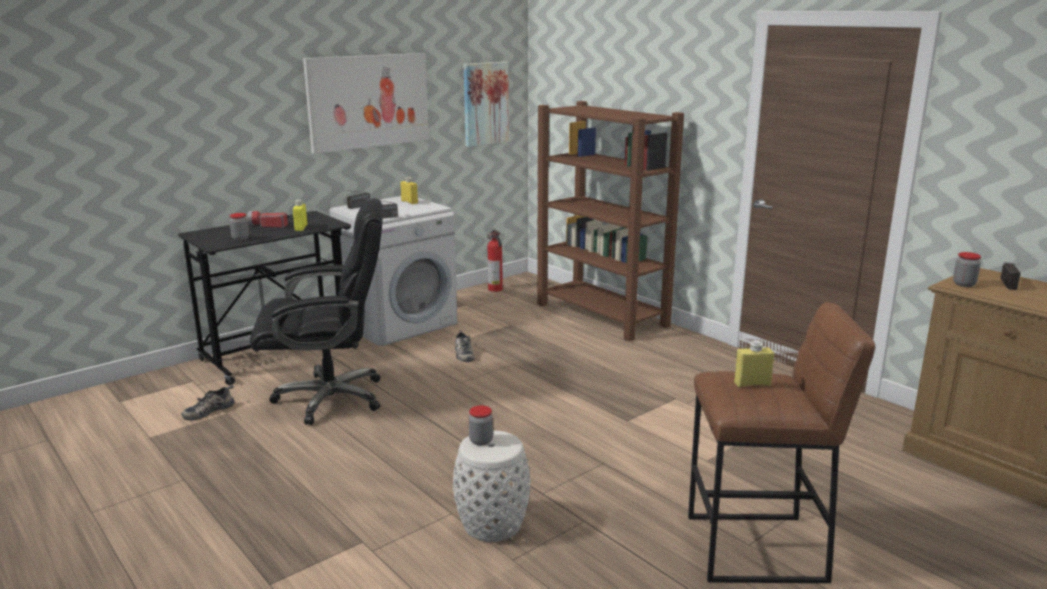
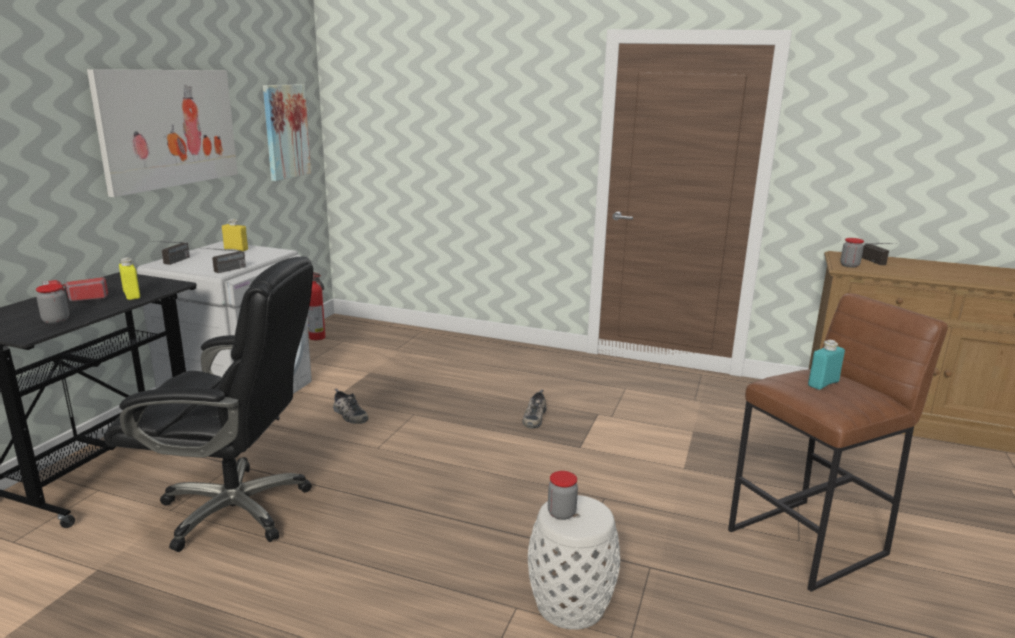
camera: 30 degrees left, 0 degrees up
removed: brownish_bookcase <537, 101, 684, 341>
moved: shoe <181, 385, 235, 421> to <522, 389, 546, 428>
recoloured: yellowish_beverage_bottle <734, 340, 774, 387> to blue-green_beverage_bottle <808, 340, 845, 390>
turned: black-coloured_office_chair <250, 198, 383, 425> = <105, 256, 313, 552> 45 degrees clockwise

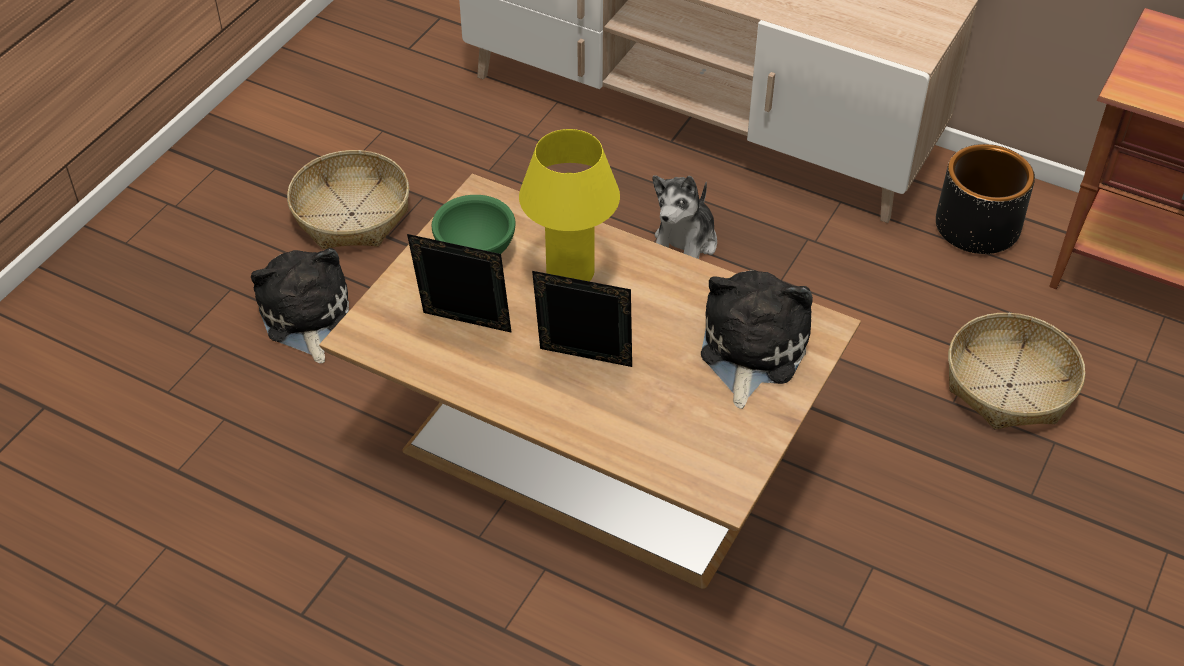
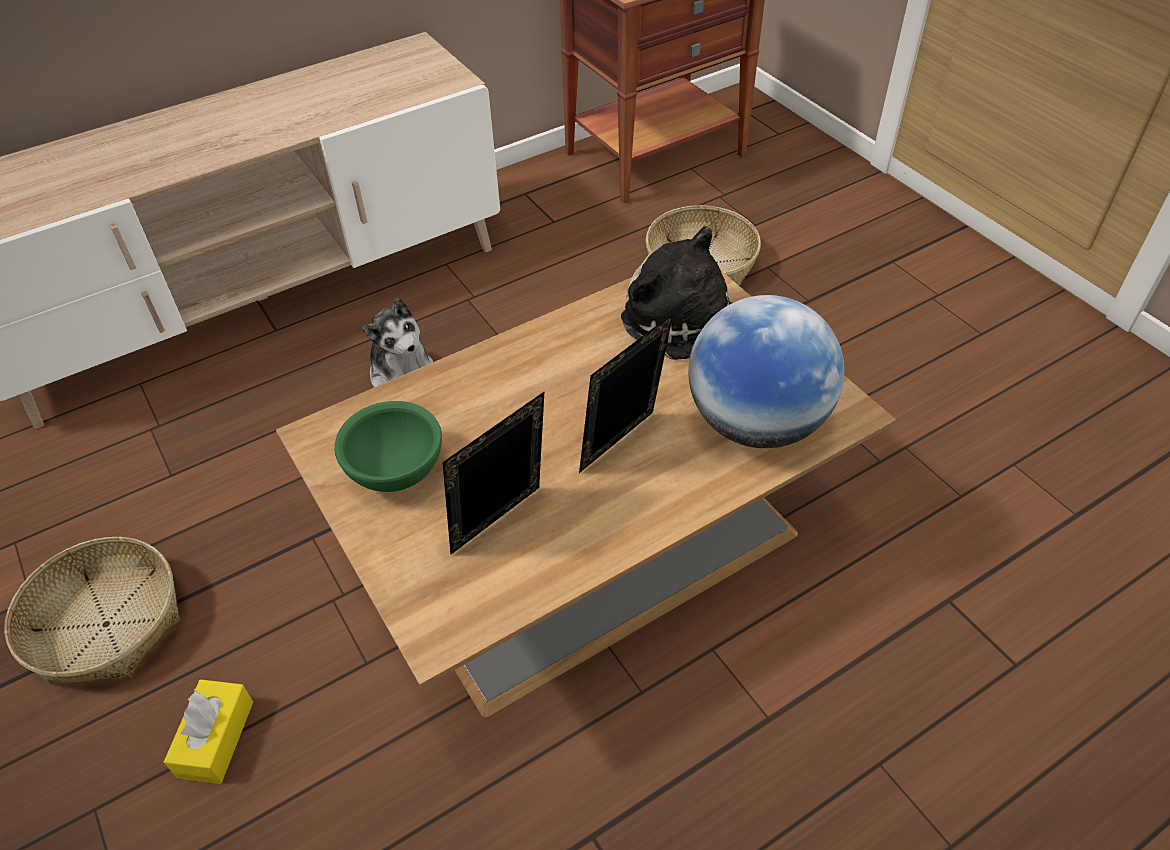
camera: 60 degrees left, 0 degrees up
removed: yellowish_tabletop_lamp <519, 129, 620, 282>; black-coloured_flower_pot <936, 144, 1035, 254>
added: world_globe <689, 295, 844, 448>
replaced: cuddly_toy <251, 248, 349, 363> to yellowish_box_of_tissues <164, 679, 253, 784>

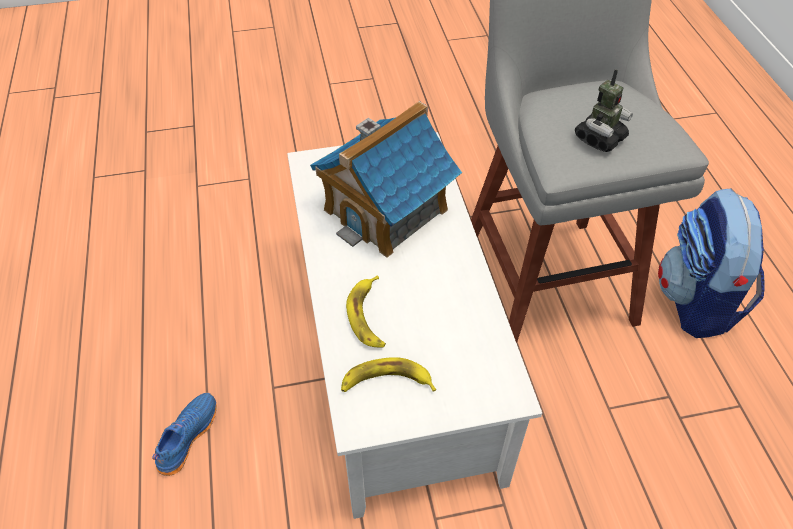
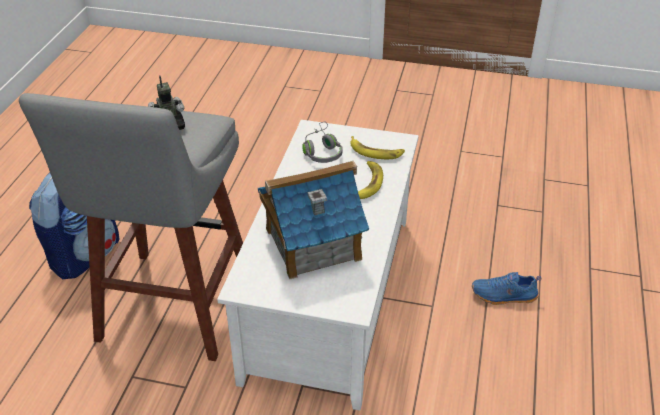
camera: 155 degrees left, 10 degrees down
added: grey_headphones <302, 121, 342, 163>
turned: blue_shoe <152, 393, 217, 476> = <472, 272, 542, 305> 45 degrees clockwise

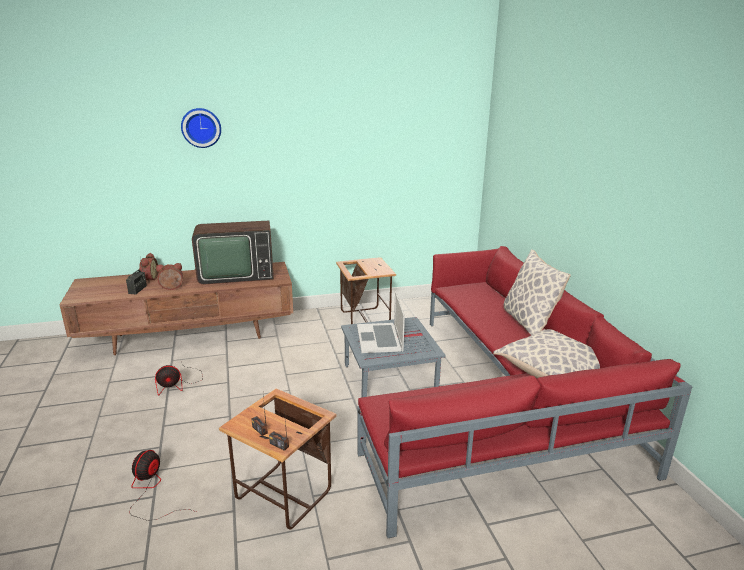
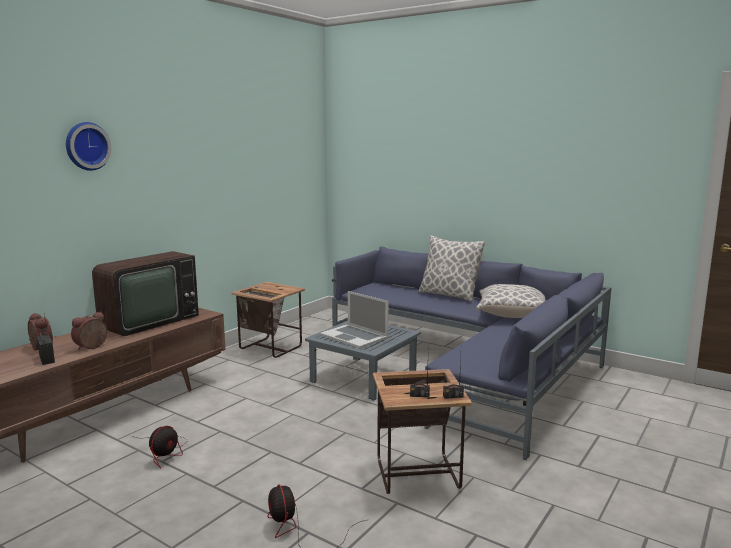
camera: 40 degrees left, 10 degrees down
recoloured: reddish_sofa <341, 246, 693, 538> to blue_sofa <305, 246, 612, 460>

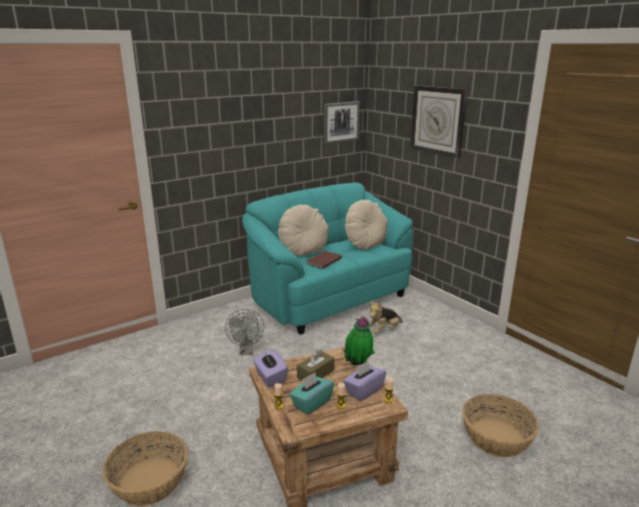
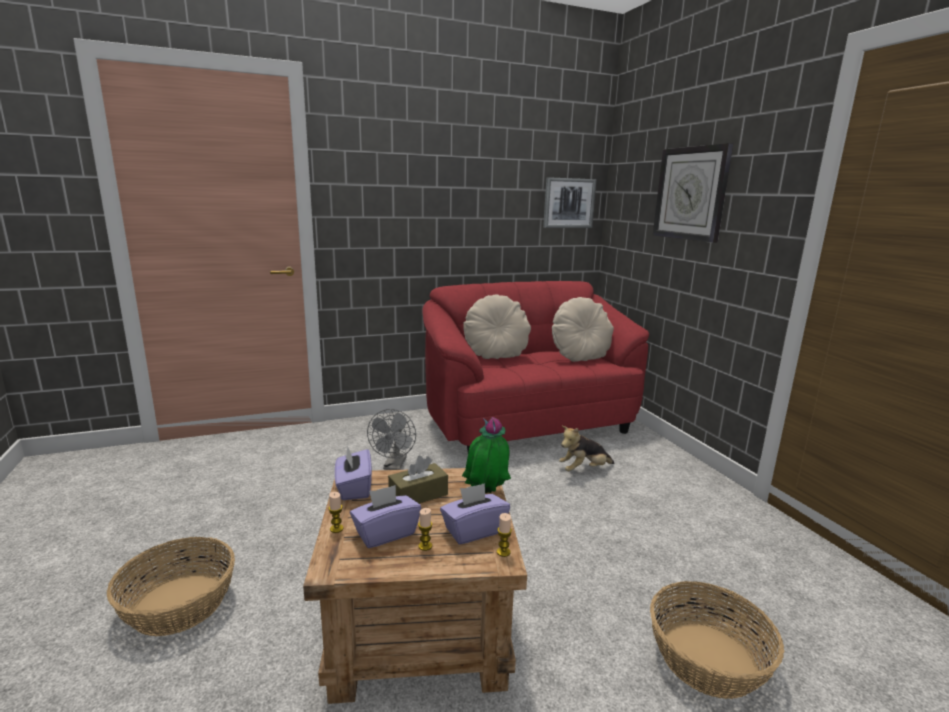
camera: 15 degrees right, 5 degrees down
removed: brownish_bound_book <306, 251, 342, 269>
recoloured: blue-green_sofa <242, 183, 413, 334> to reddish_sofa <422, 281, 649, 452>; blue-green_box_of_tissues <289, 372, 334, 415> to purple-coloured_box_of_tissues <350, 485, 421, 548>

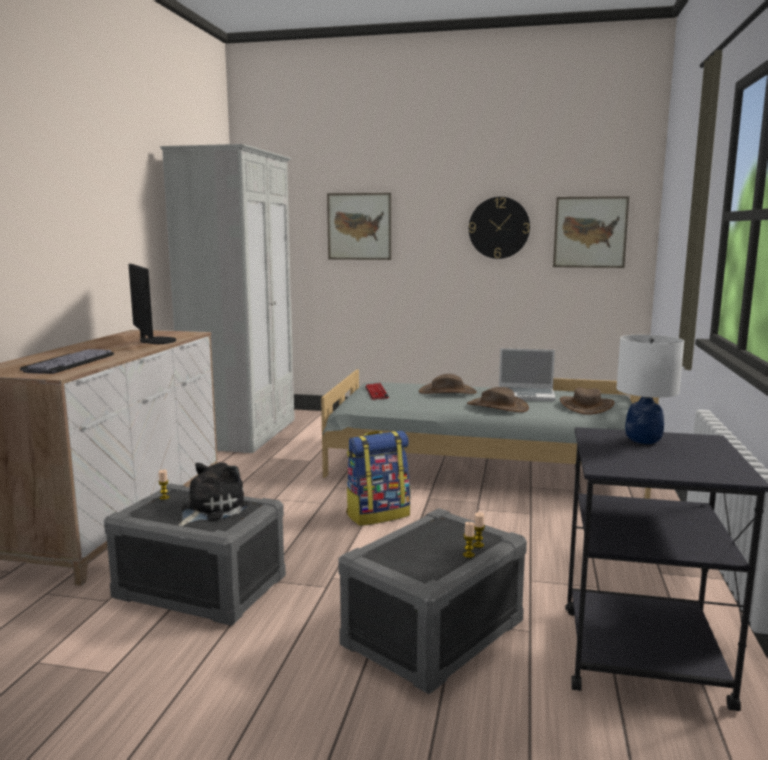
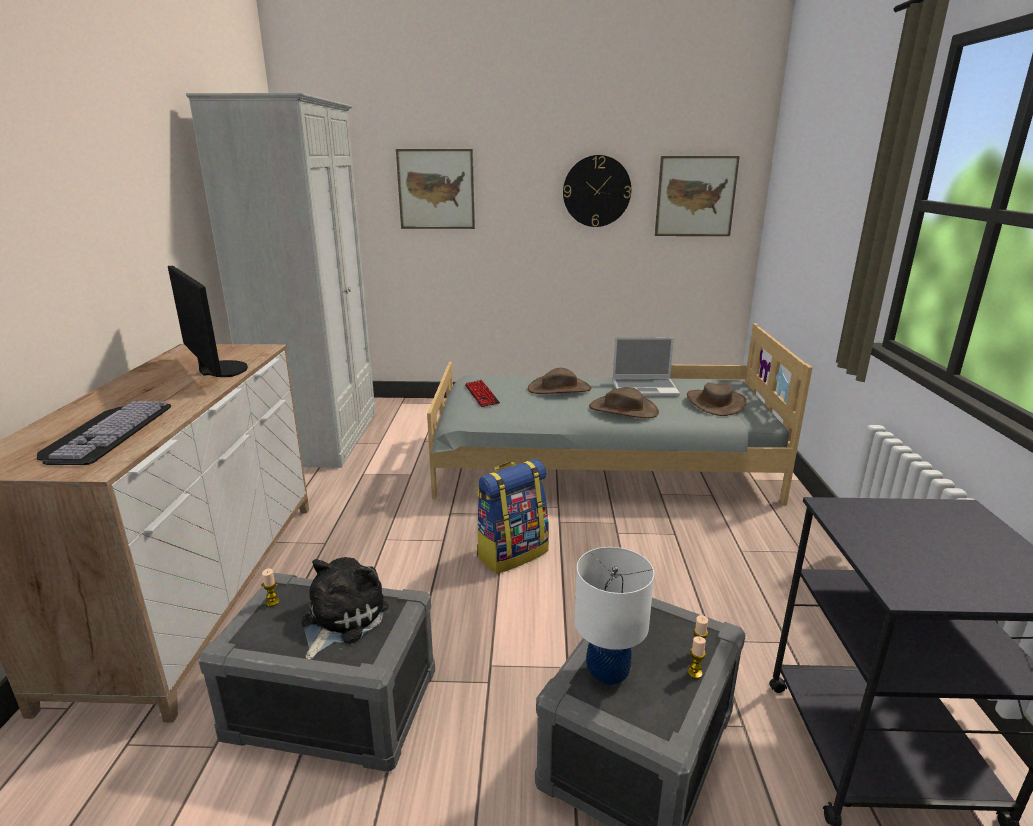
camera: 10 degrees left, 10 degrees up
moved: white_tabletop_lamp <617, 335, 684, 444> to <574, 547, 654, 685>

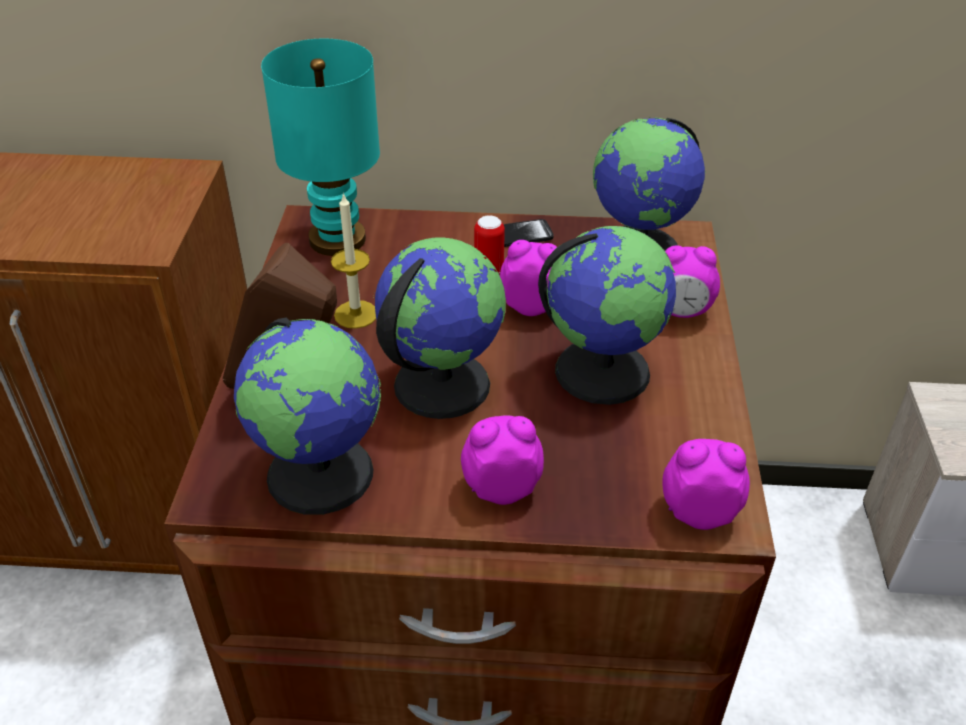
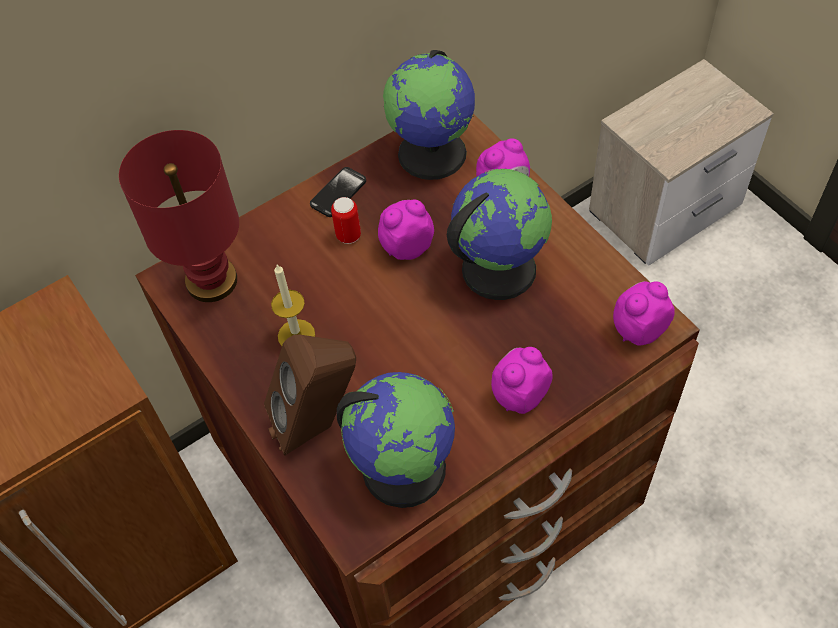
camera: 35 degrees left, 15 degrees up
removed: world_globe <375, 237, 506, 419>
recoloured: blue-green_tabletop_lamp <261, 39, 380, 256> to reddish_tabletop_lamp <119, 130, 239, 302>

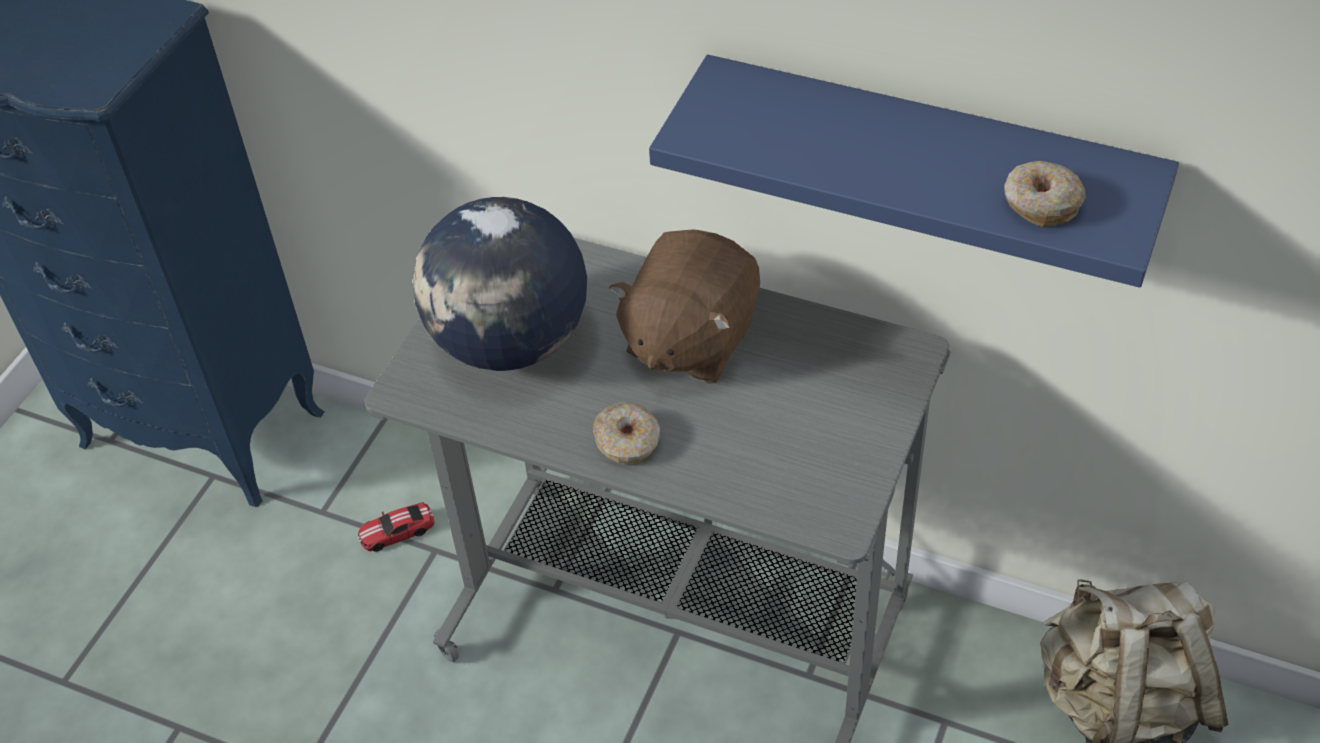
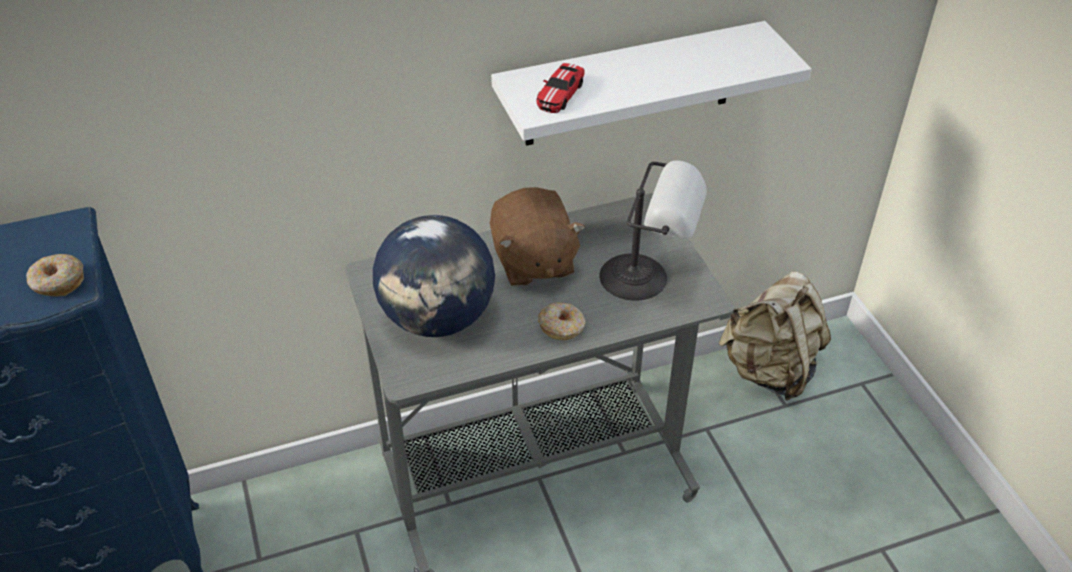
camera: 45 degrees left, 5 degrees down
added: tabletop_lamp <599, 161, 707, 301>
moved: miniature_car <358, 502, 434, 552> to <537, 63, 585, 113>; donut <1004, 161, 1086, 227> to <26, 254, 84, 297>
recoloured: blue_wall_shelf <649, 55, 1179, 287> to white_wall_shelf <491, 21, 811, 146>

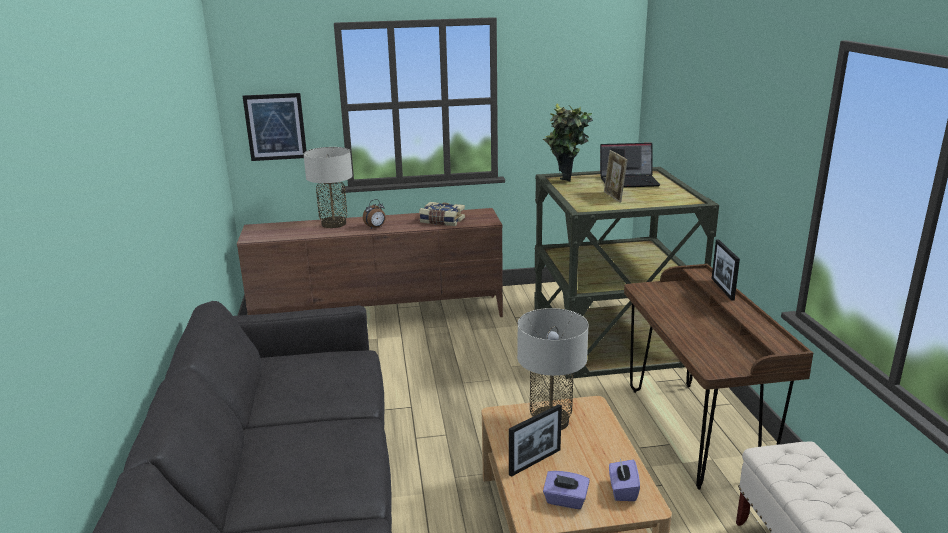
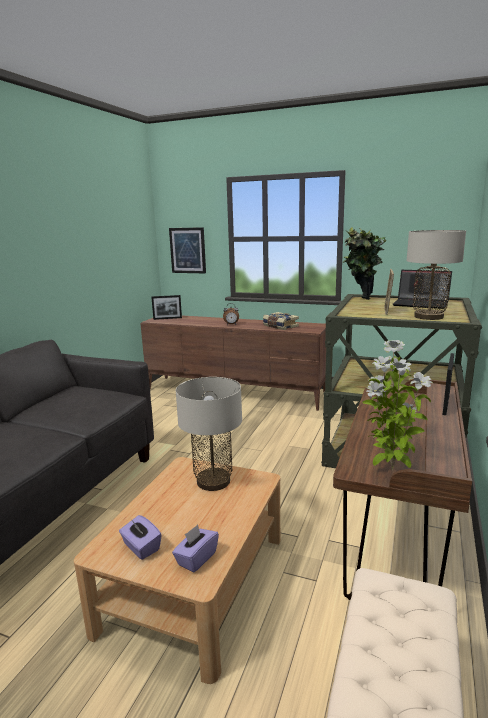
camera: 30 degrees right, 5 degrees down
added: potted_plant <362, 340, 433, 470>
moved: tabletop_lamp <303, 147, 353, 228> to <406, 230, 466, 320>; standing_frame <509, 404, 562, 477> to <151, 295, 182, 320>

